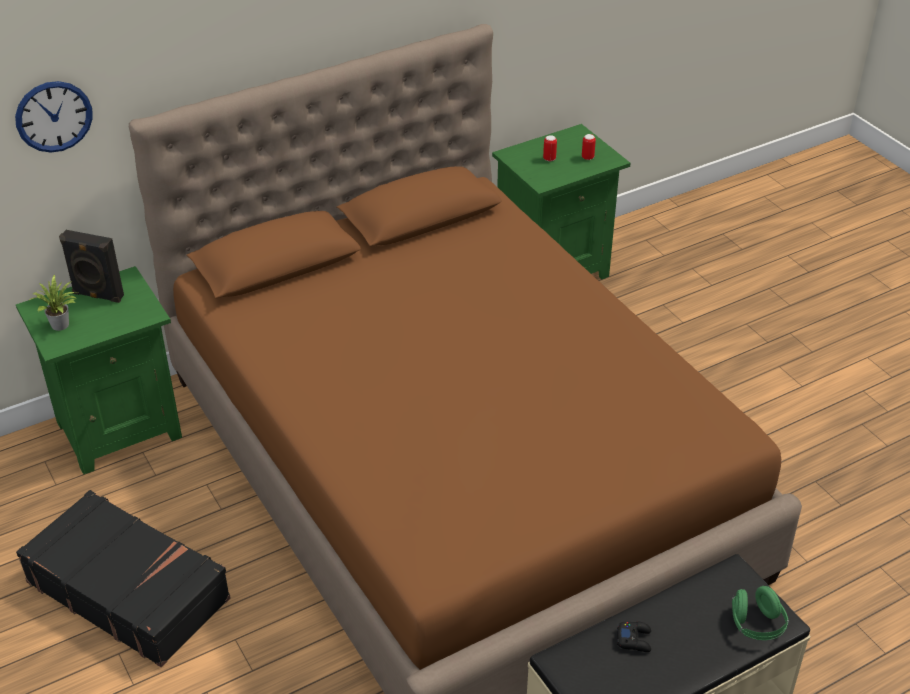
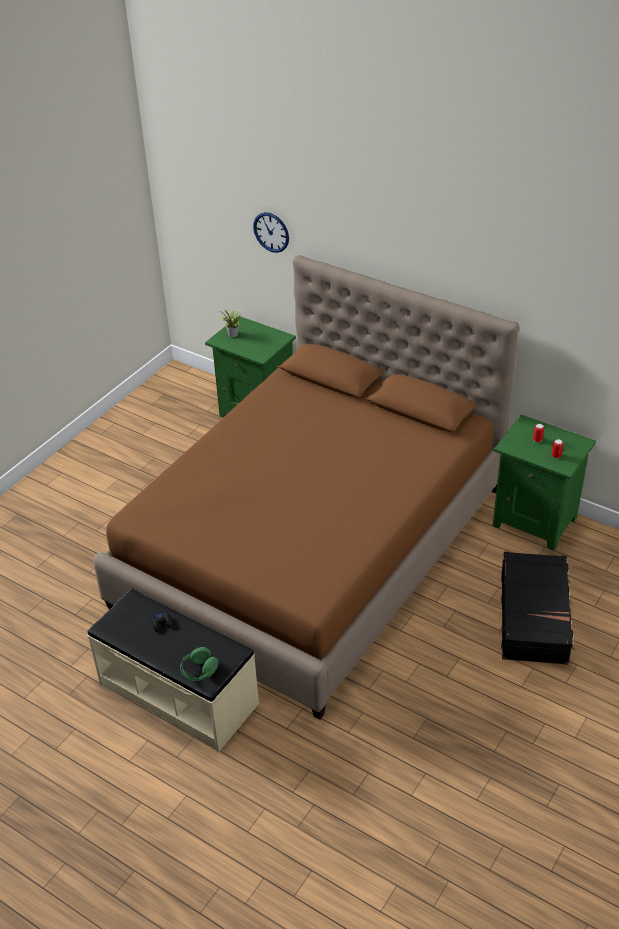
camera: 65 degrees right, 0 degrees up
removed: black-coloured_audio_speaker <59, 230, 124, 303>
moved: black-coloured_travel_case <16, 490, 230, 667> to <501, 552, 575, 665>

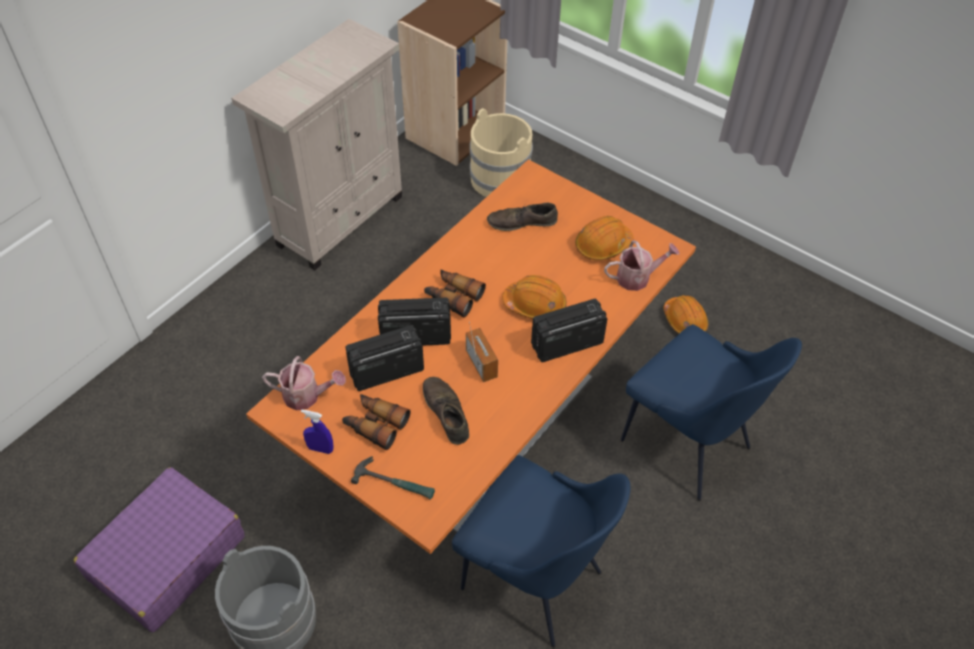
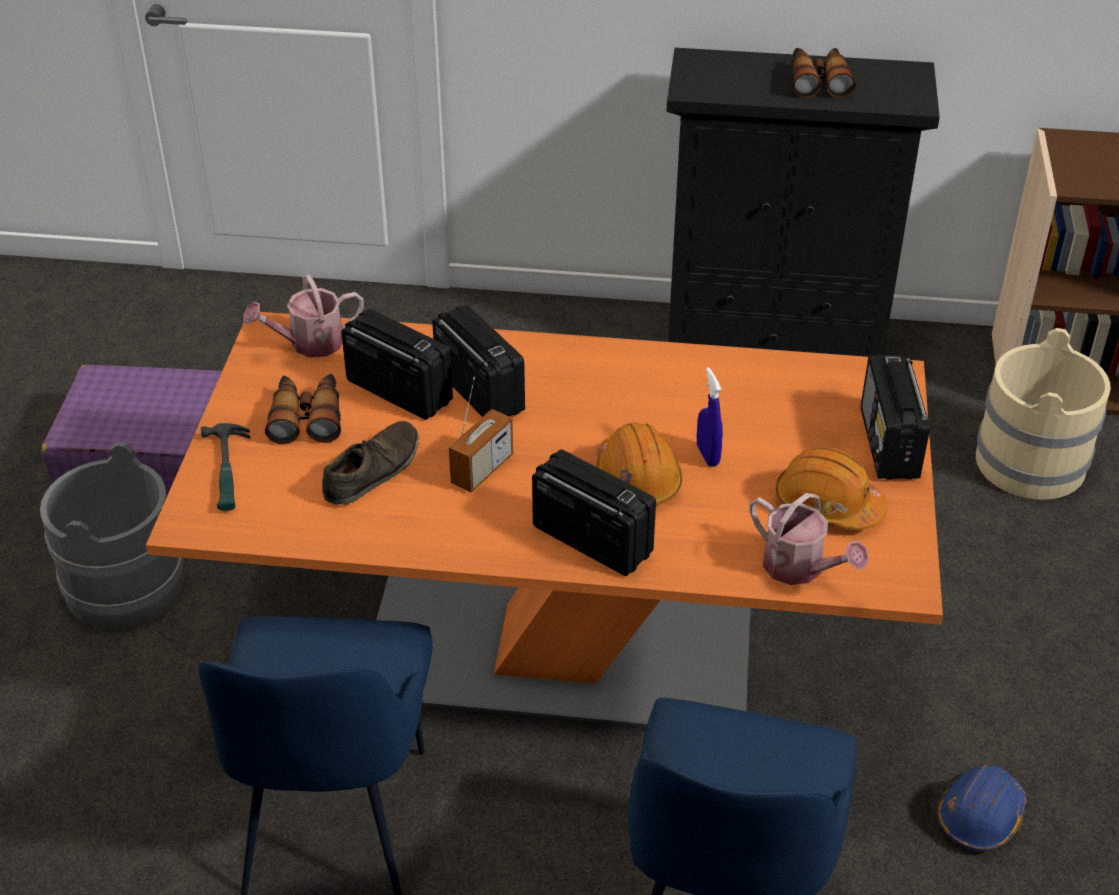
camera: 60 degrees right, 10 degrees down
removed: brownish_shoe <487, 203, 558, 231>
added: radio_set <861, 354, 930, 480>
moved: blue_spray_bottle <301, 410, 333, 454> to <697, 367, 723, 467>; pair_of_binoculars <424, 269, 486, 318> to <791, 48, 856, 98>
recoloured: beige-coloured_cupboard <231, 19, 402, 270> to black-coloured_cupboard <666, 48, 940, 357>; orange_hard_hat <663, 295, 708, 333> to blue_hard_hat <937, 765, 1026, 851>
turned: watering_can <262, 356, 346, 410> = <243, 274, 364, 358> 90 degrees clockwise

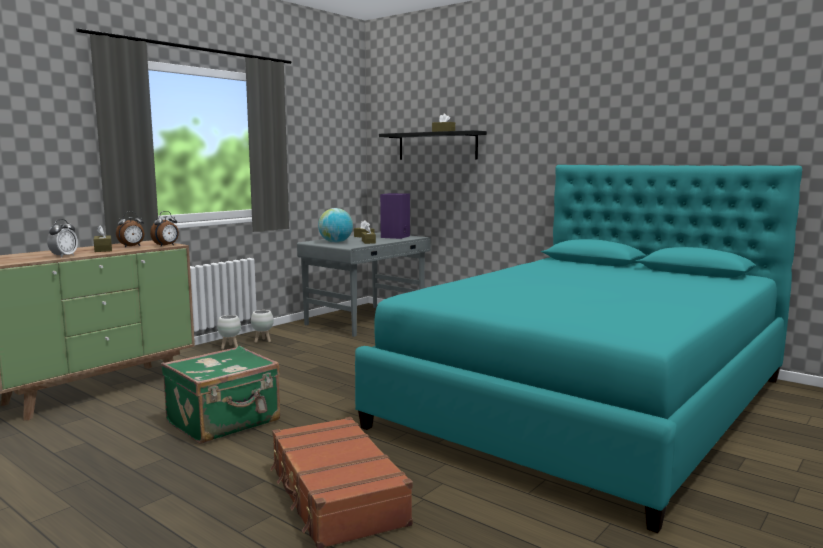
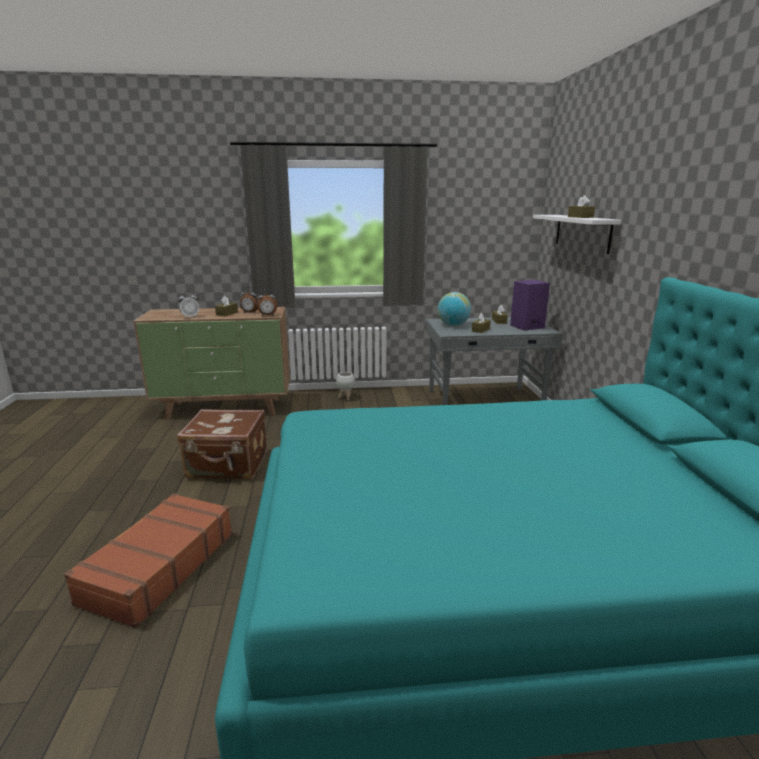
camera: 45 degrees right, 10 degrees up
removed: white_flower_pot <251, 310, 274, 343>
recoloured: green-coloured_travel_case <161, 346, 280, 444> to brownish_travel_case <177, 409, 267, 479>; black-coloured_wall_shelf <379, 130, 487, 160> to white_wall_shelf <533, 215, 621, 254>

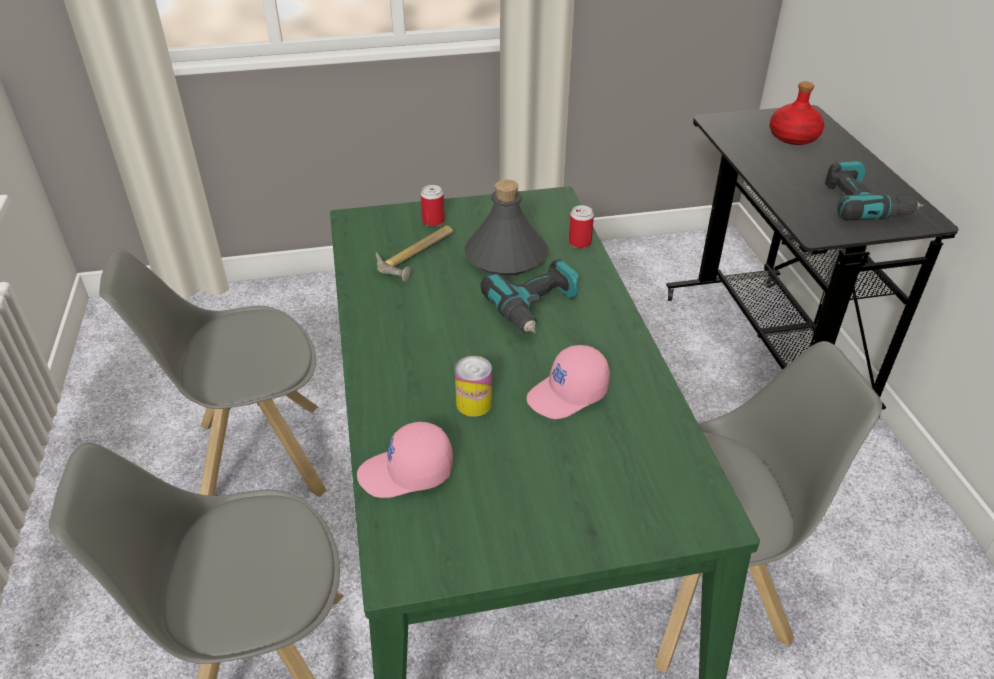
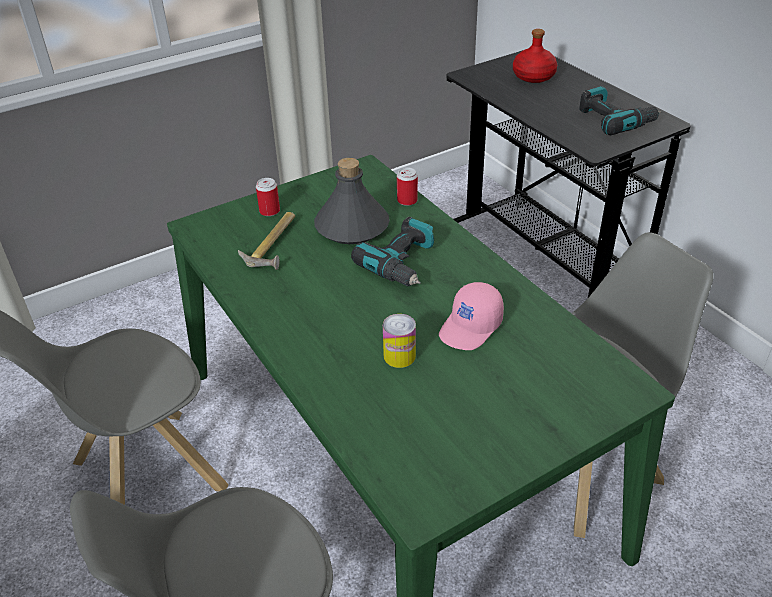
camera: 20 degrees left, 0 degrees up
removed: pinkish_cap <357, 421, 453, 498>

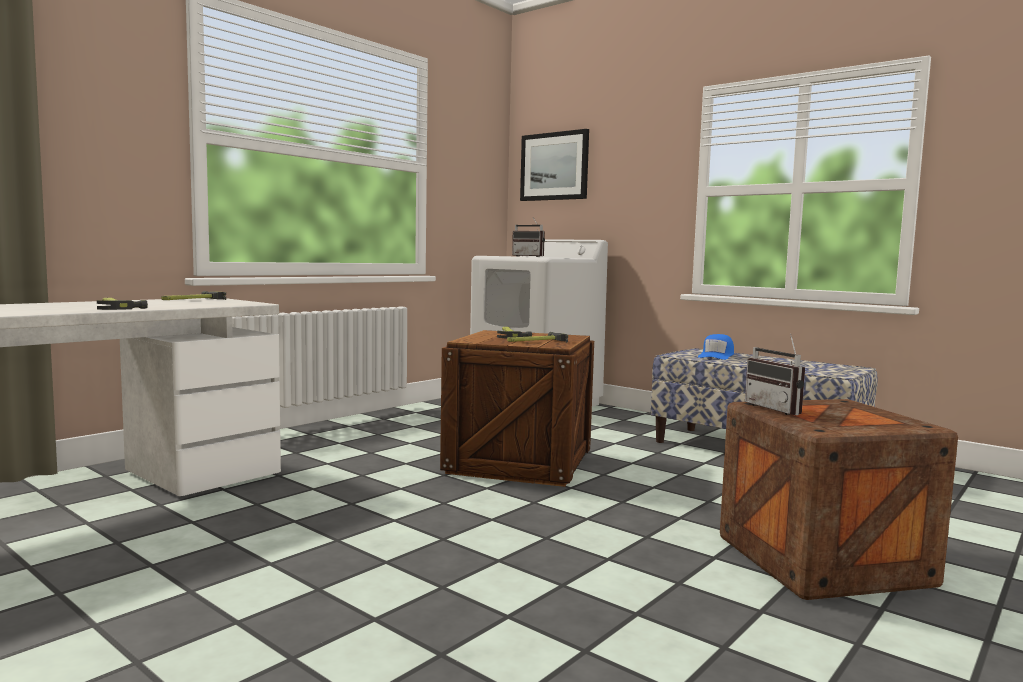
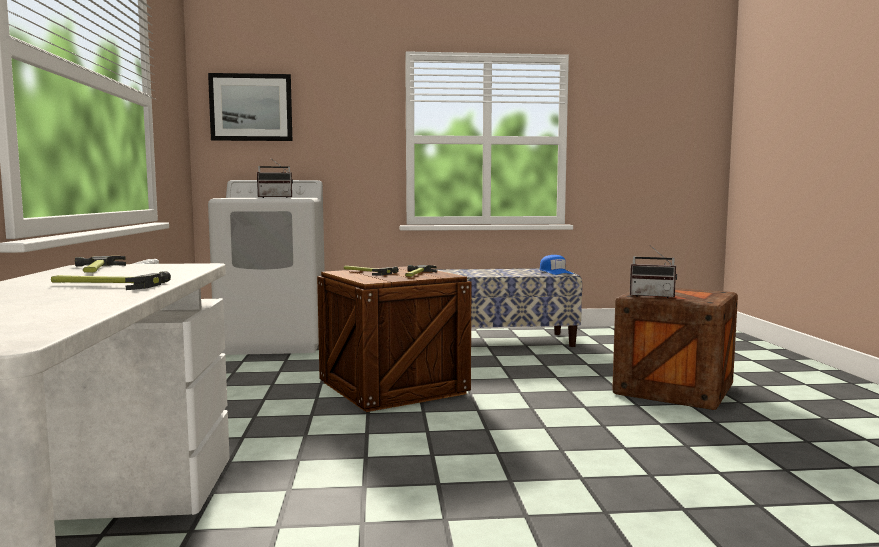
camera: 45 degrees left, 0 degrees up
moved: blue_cap <698, 334, 734, 360> to <540, 255, 573, 275>

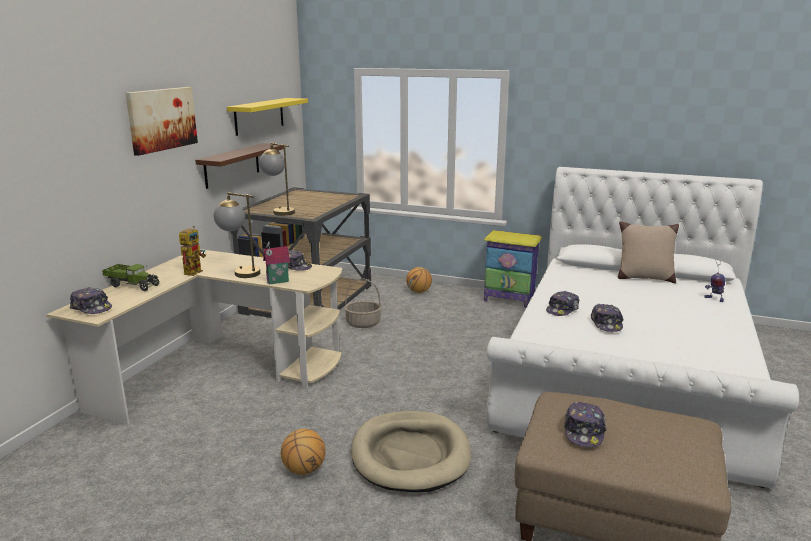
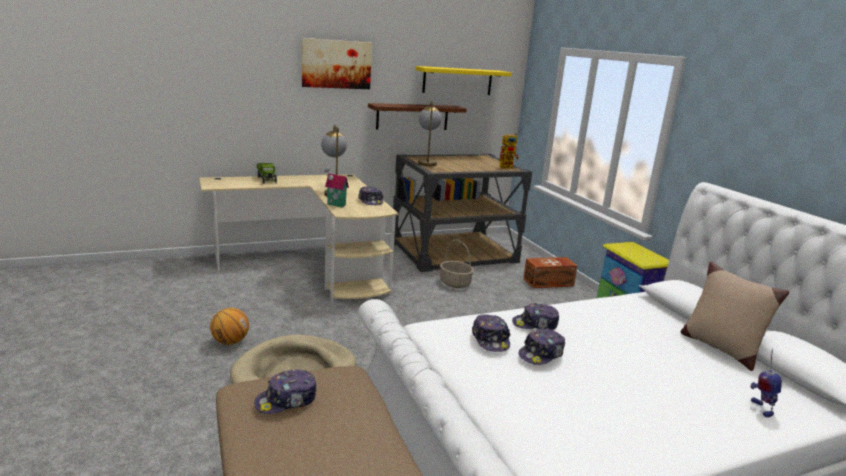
camera: 45 degrees right, 0 degrees up
moved: cap <70, 287, 112, 314> to <472, 314, 511, 352>; model_robot <179, 226, 206, 276> to <499, 133, 519, 169>
replaced: ball_for_basketball <406, 267, 432, 293> to brownish_storage_box <523, 257, 578, 288>

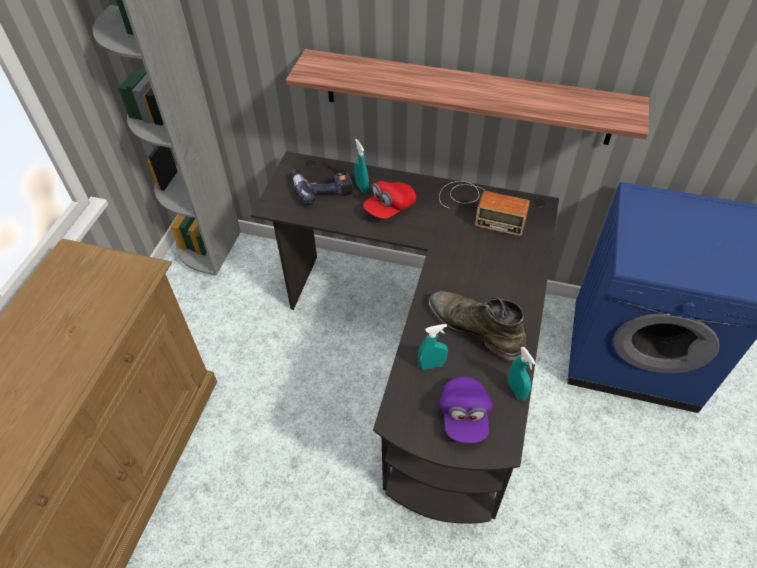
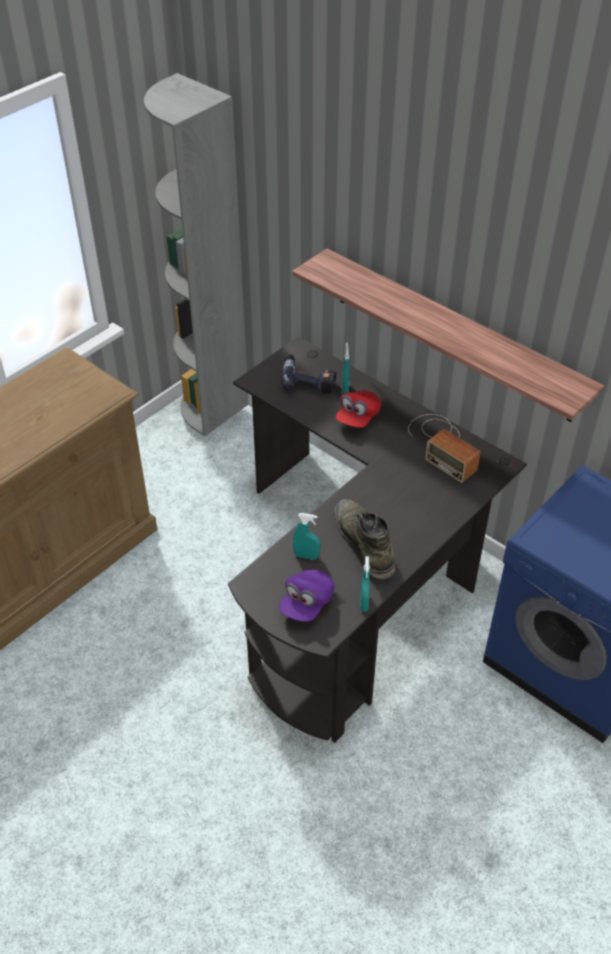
camera: 25 degrees right, 5 degrees down
turned: reddish_cap <363, 181, 416, 219> = <335, 391, 381, 427> 45 degrees counterclockwise

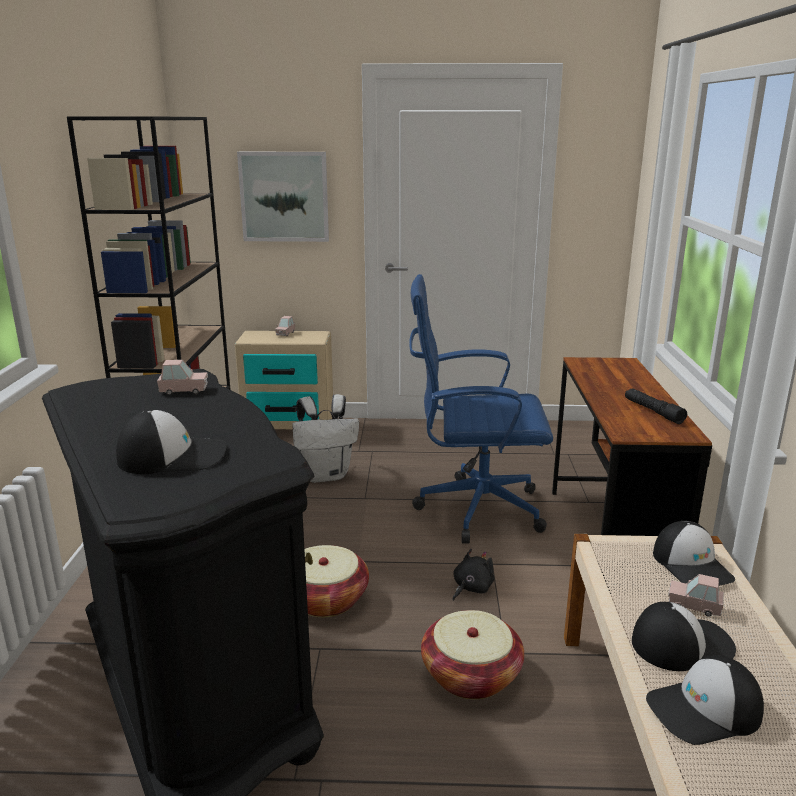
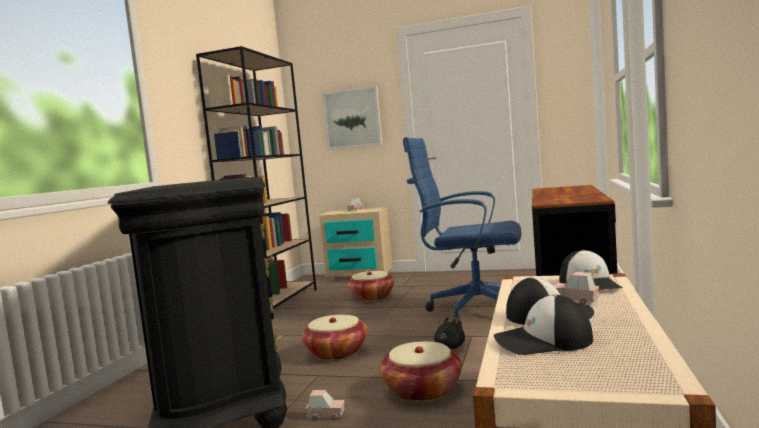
camera: 15 degrees right, 15 degrees down
removed: cap <116, 409, 226, 474>; black-coloured_flashlight <625, 388, 687, 424>
moved: pinkish_miniature_car <157, 360, 208, 395> to <305, 390, 345, 420>
replaced: white_backpack <292, 394, 359, 483> to basket <347, 271, 394, 301>

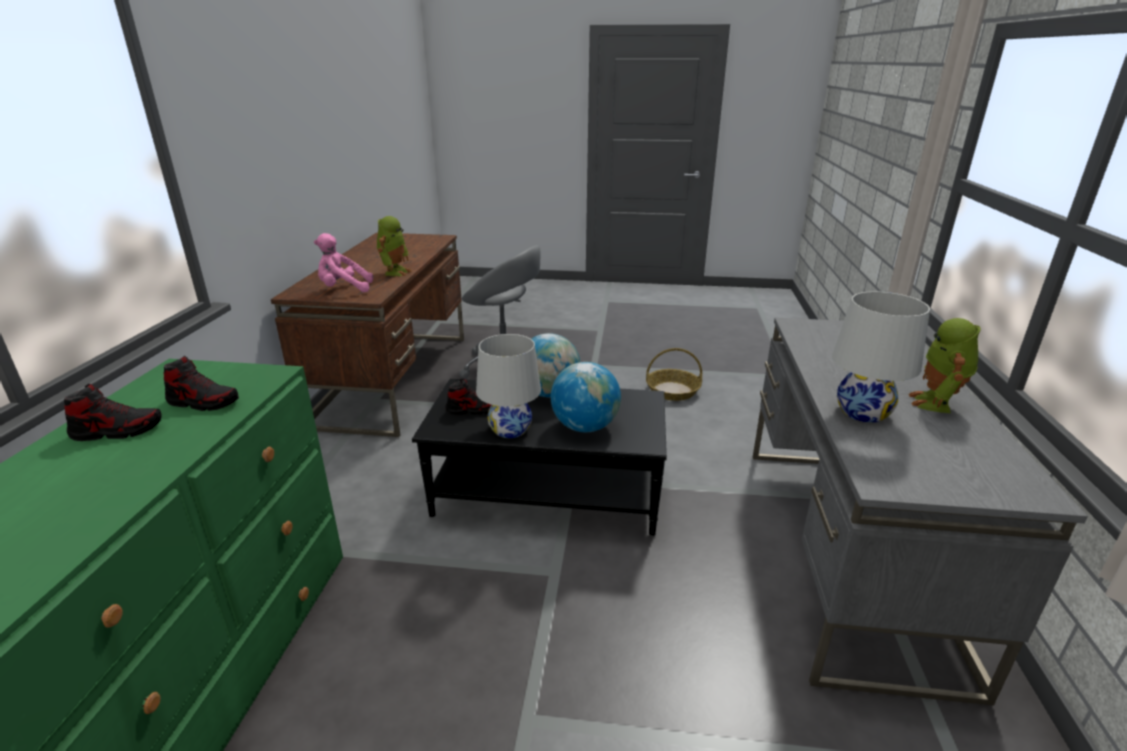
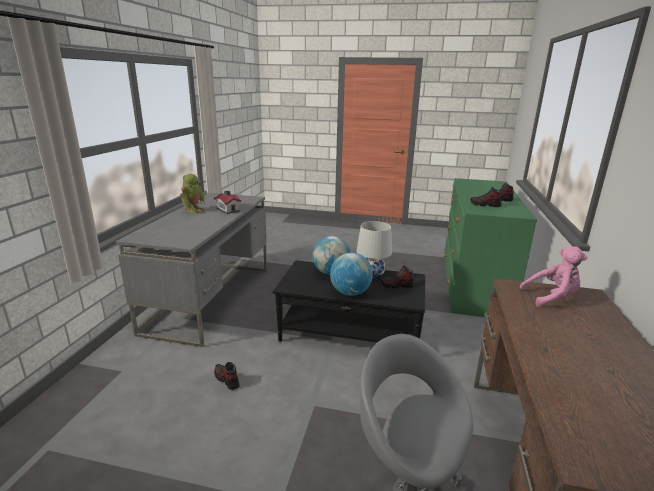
camera: 175 degrees left, 5 degrees down
removed: model_robot <377, 216, 412, 276>; basket <646, 348, 702, 401>
added: shoe <214, 362, 240, 390>
replaced: white_tabletop_lamp <832, 291, 930, 423> to toy_house <214, 191, 241, 214>

